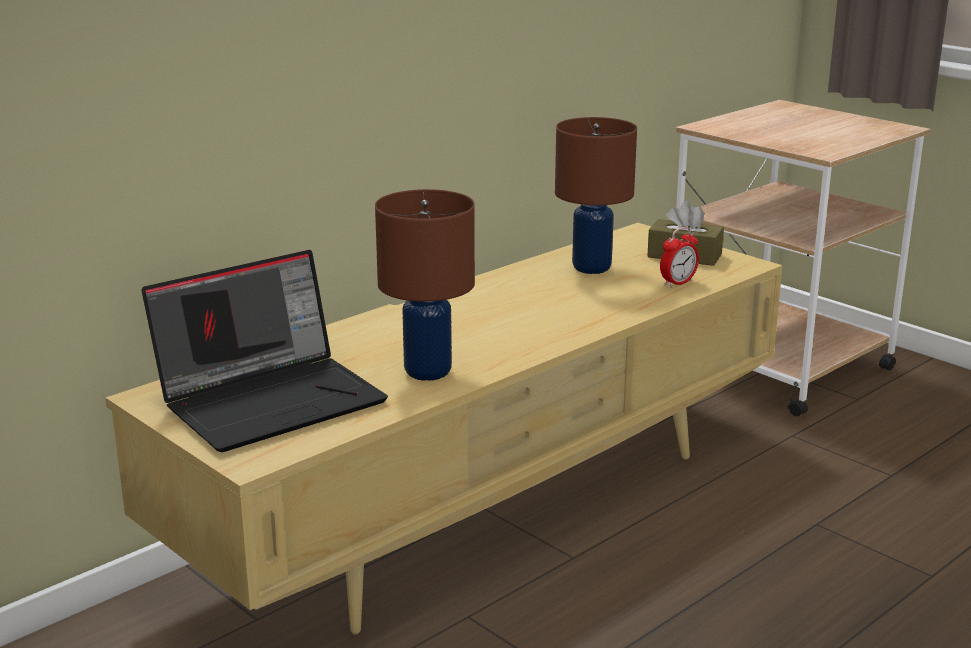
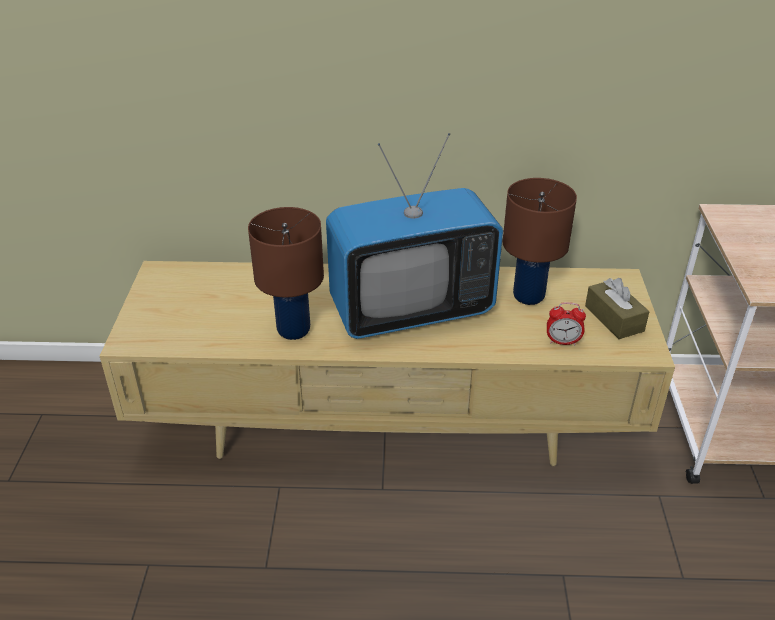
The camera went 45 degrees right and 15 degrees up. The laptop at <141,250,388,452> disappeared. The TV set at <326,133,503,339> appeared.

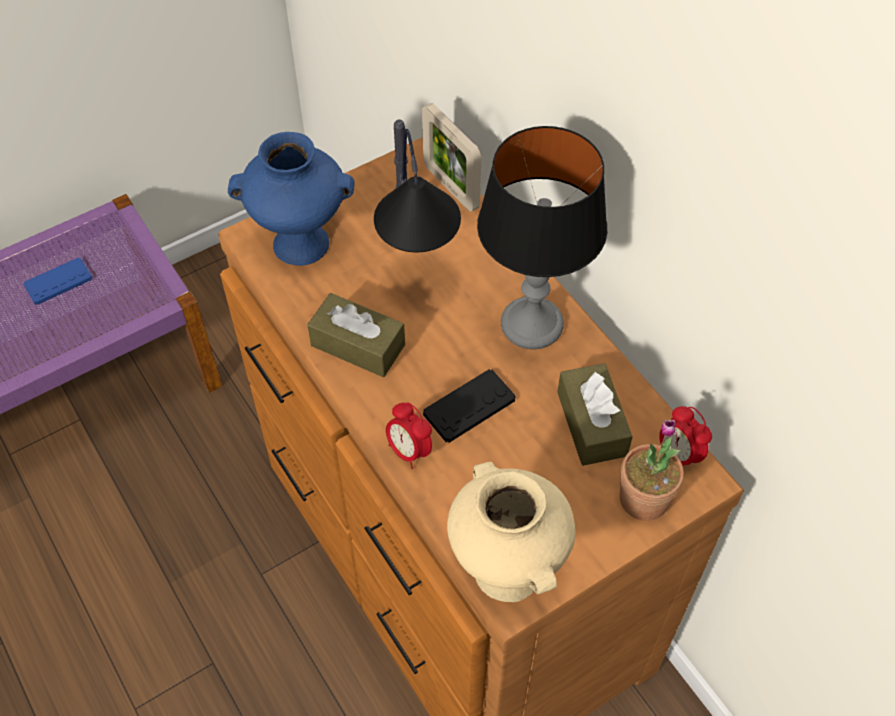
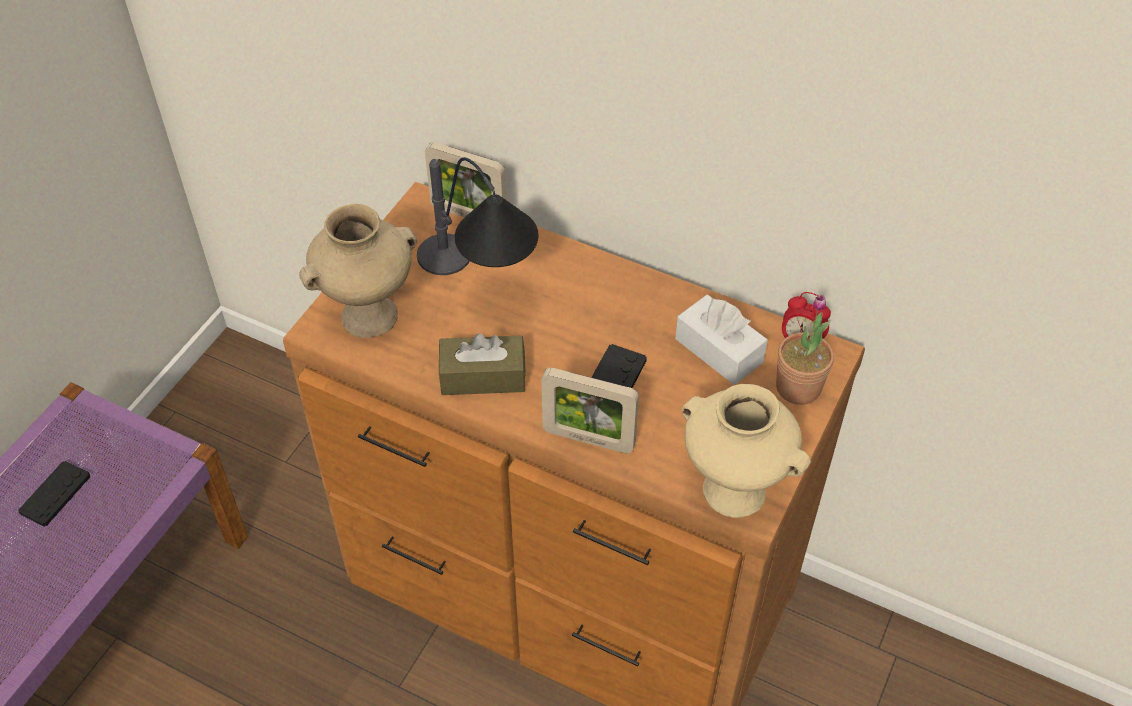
The camera went 30 degrees left and 5 degrees down. The bluish game controller at <23,257,92,305> became the black-coloured game controller at <19,461,90,526>. The bluish vase at <228,132,354,266> became the beige vase at <299,204,417,338>. The bedside clock at <386,403,432,469> was replaced by the standing frame at <541,368,639,453>. The tabletop lamp at <477,126,607,349> disappeared. The brownish box of tissues at <557,363,633,466> became the white box of tissues at <675,295,768,385>.

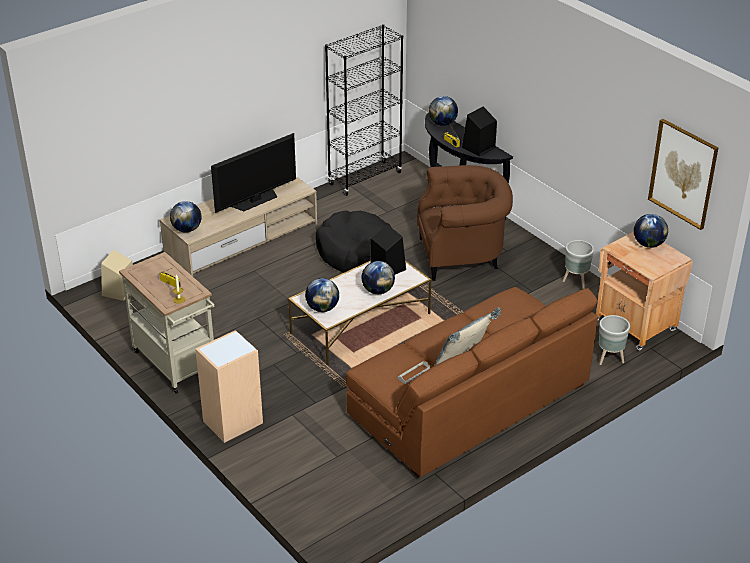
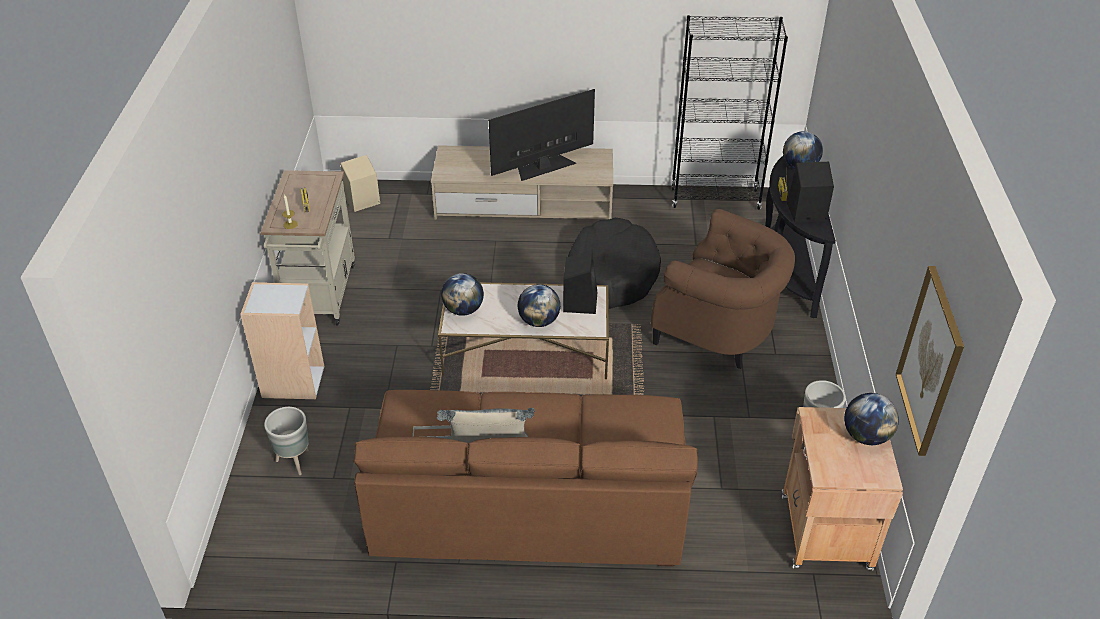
The camera went 40 degrees right and 5 degrees up. The desk globe at <170,201,202,233> disappeared. The TV set at <211,133,296,213> turned 150 degrees clockwise. The grey planter moved from <599,315,630,365> to <264,407,309,475>.

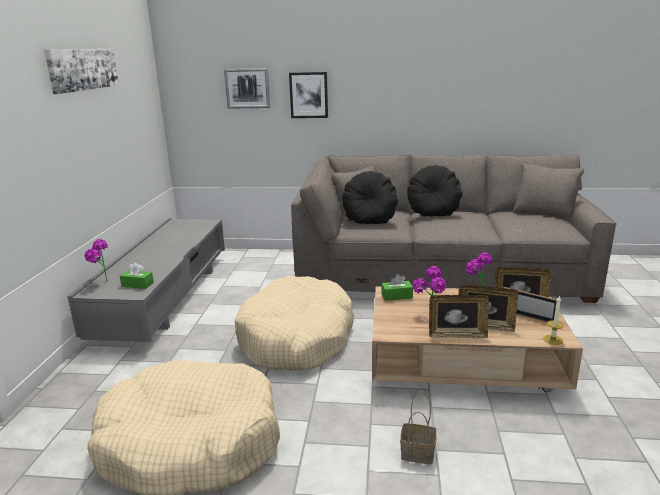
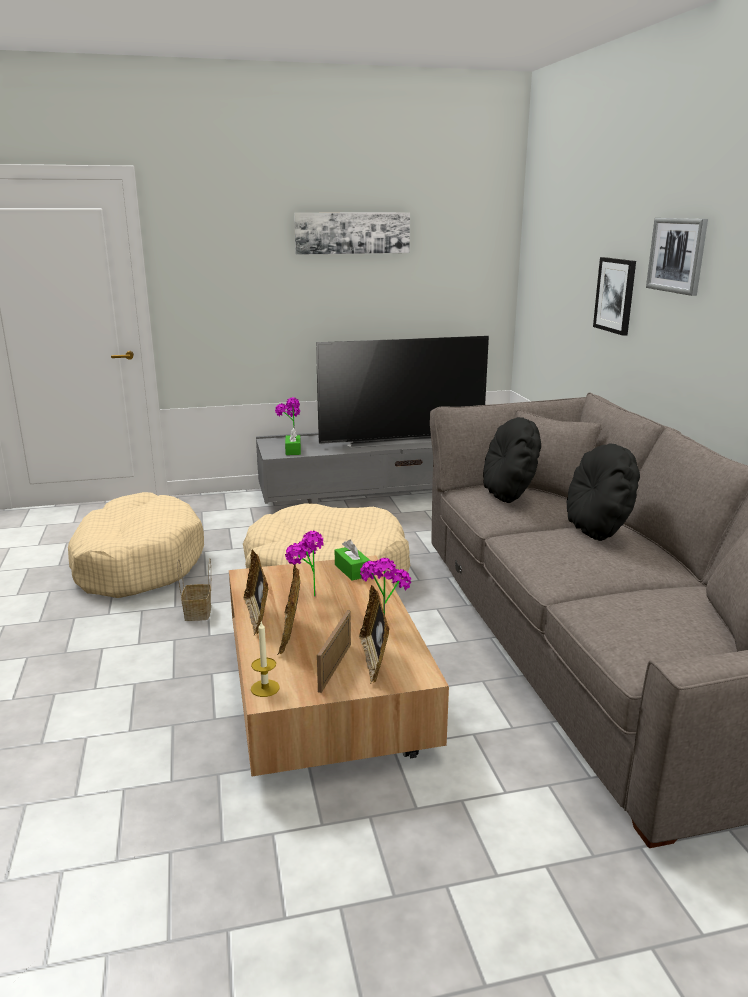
The camera went 70 degrees right and 0 degrees up. The wall art moved from <224,68,270,109> to <646,218,708,296>. The household basket moved from <400,392,437,464> to <177,558,211,621>. The TV set at <316,336,489,448> appeared.

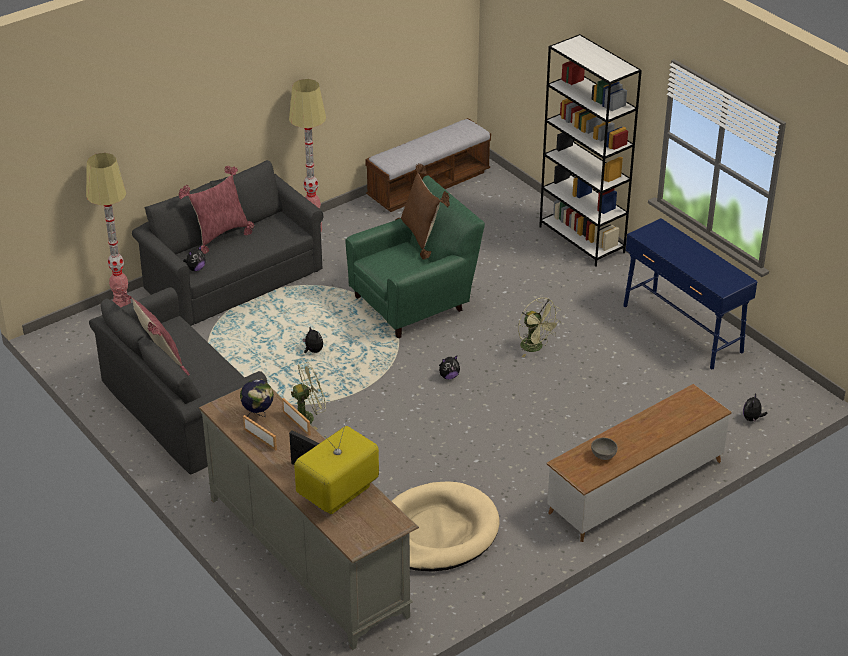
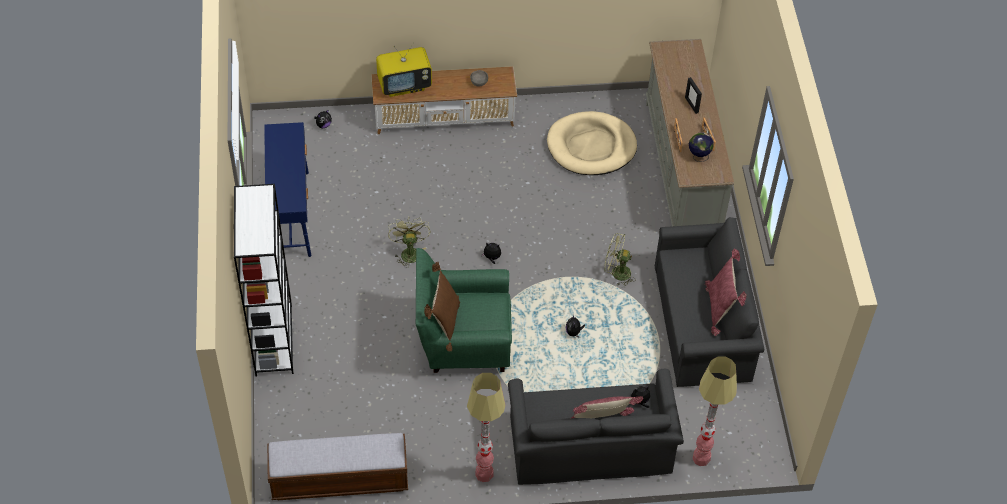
The camera went 150 degrees left and 15 degrees up. The TV set moved from <294,420,379,514> to <376,43,432,97>.

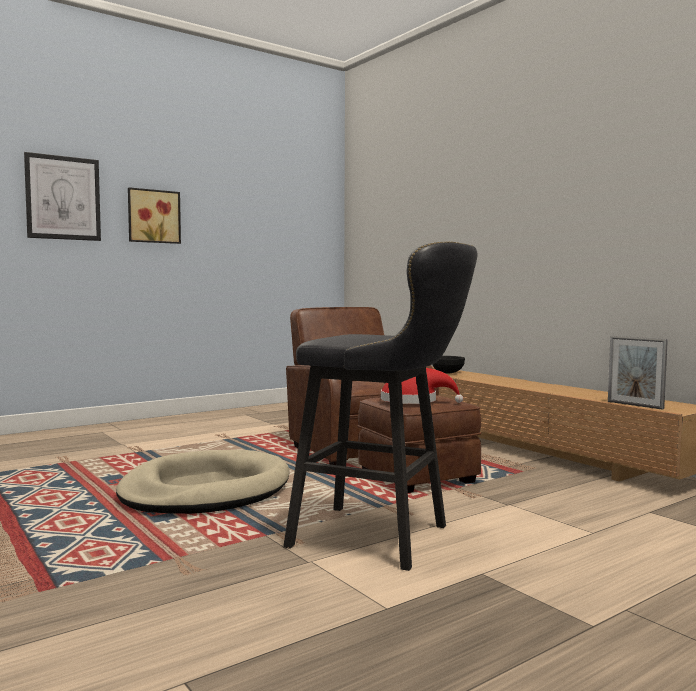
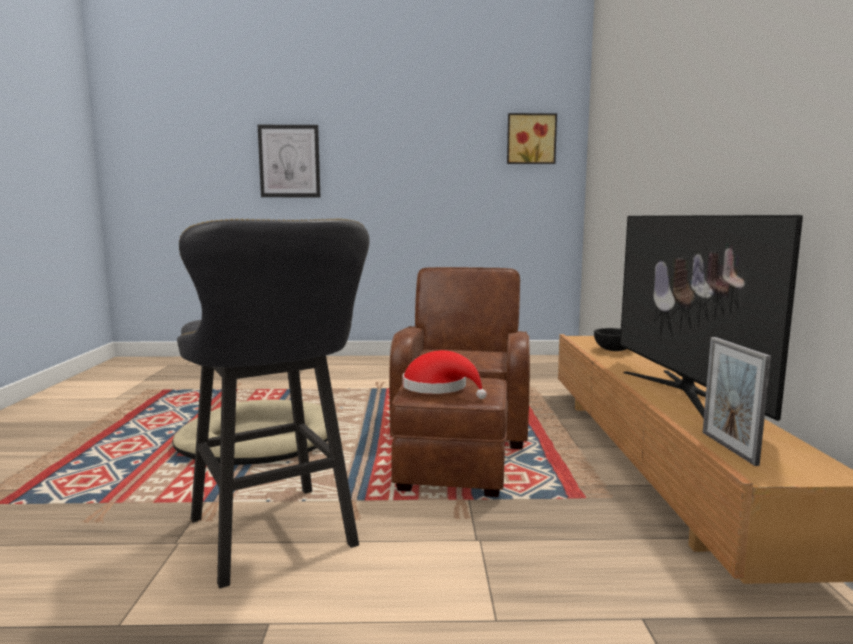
The camera went 35 degrees right and 5 degrees up. The wall art moved from <128,187,181,244> to <507,113,557,164>. The TV set at <620,215,803,421> appeared.

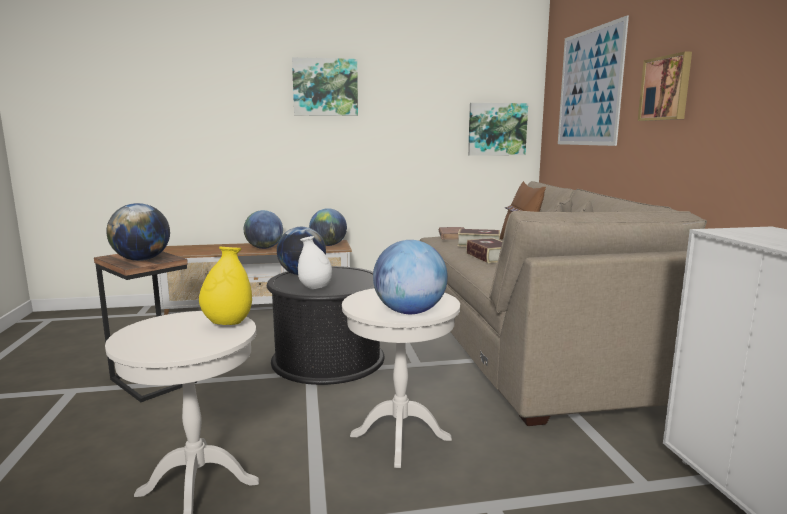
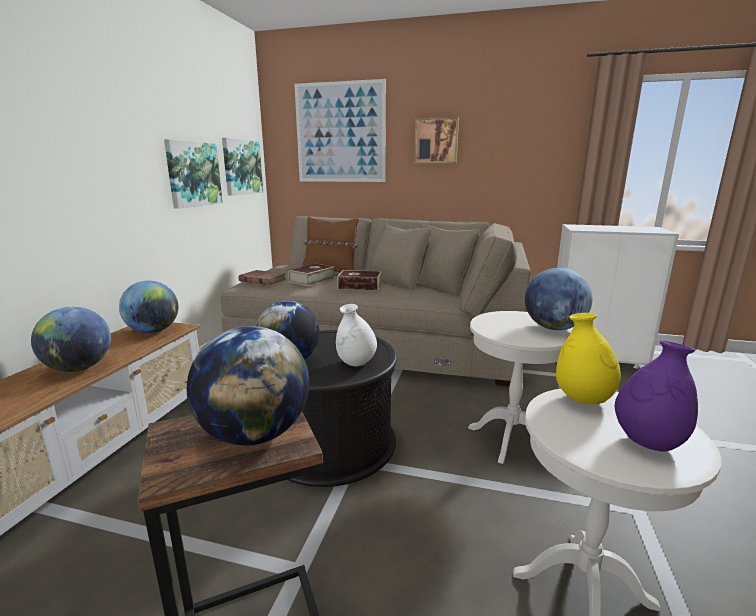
The camera went 65 degrees left and 5 degrees up. The wall art moved from <292,57,358,116> to <164,139,223,209>. The purple-coloured vase at <615,340,698,452> appeared.

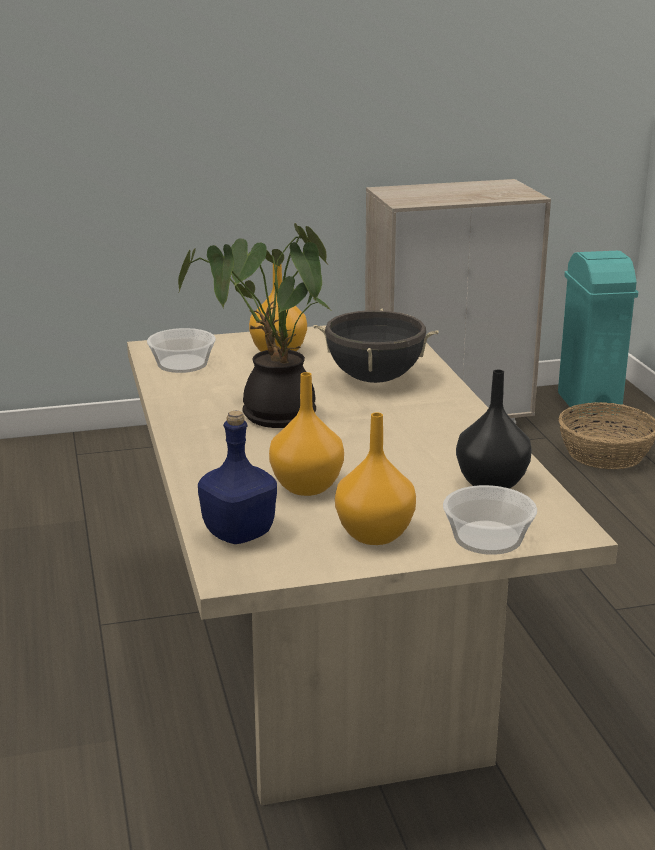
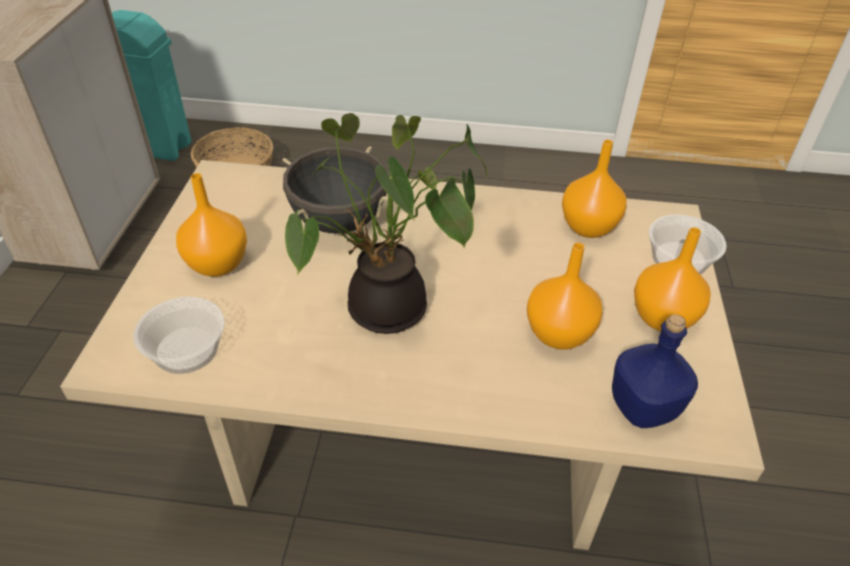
The camera went 70 degrees left and 20 degrees up. The black-coloured vase at <456,370,532,489> became the orange-coloured vase at <562,139,627,238>.

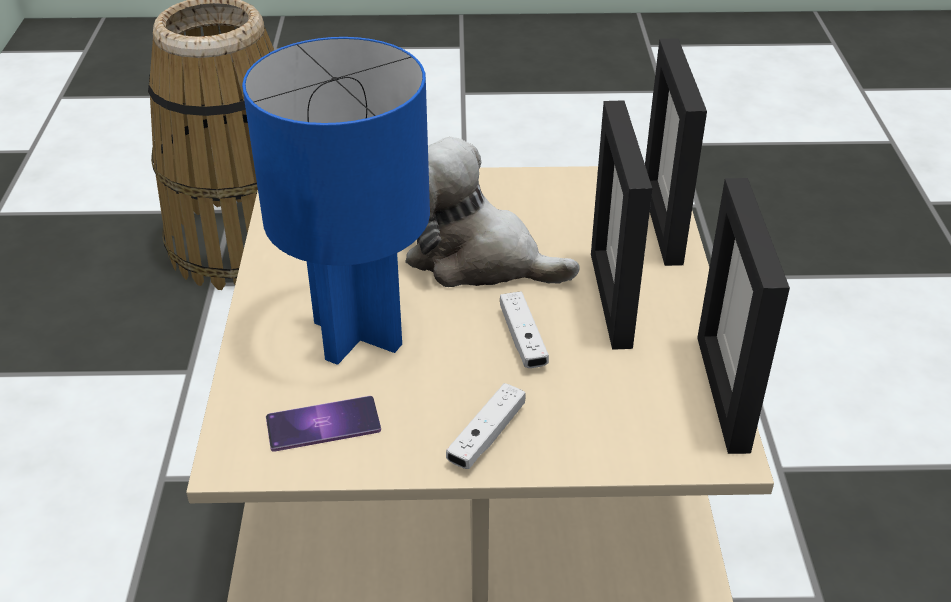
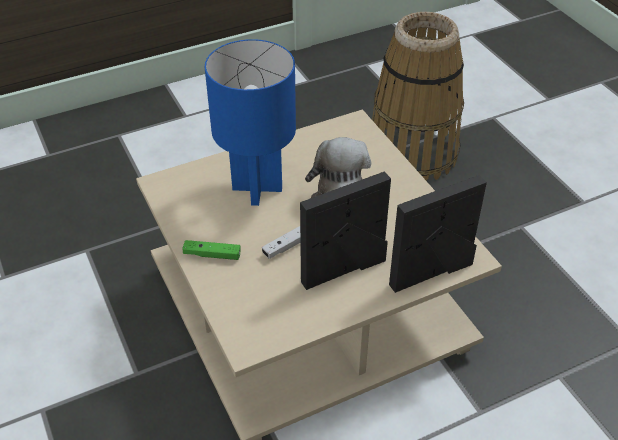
The camera went 65 degrees right and 5 degrees up. The phone at <266,396,381,452> disappeared. The white game controller at <446,383,526,469> became the greenish game controller at <182,240,240,260>. The standing frame at <697,178,790,454> disappeared.

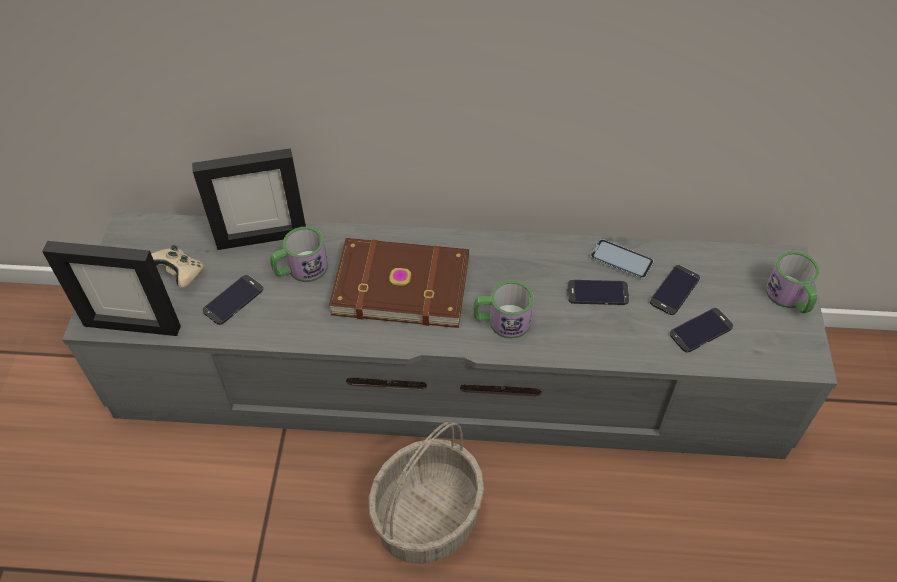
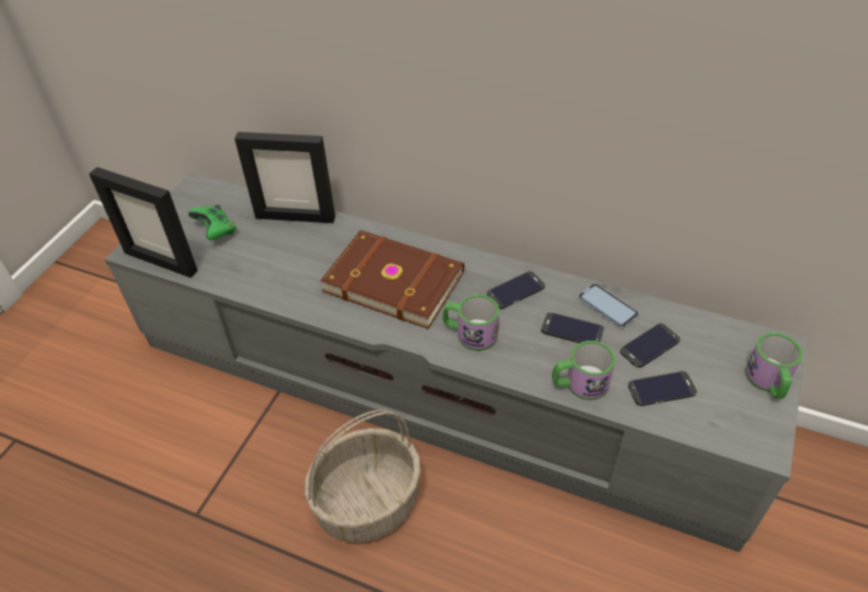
The camera went 20 degrees right and 5 degrees down. The beige game controller at <151,245,204,288> became the greenish game controller at <188,205,236,240>. The phone moved from <203,275,263,325> to <487,271,545,309>. The coffee mug moved from <270,227,328,282> to <552,341,615,400>.

